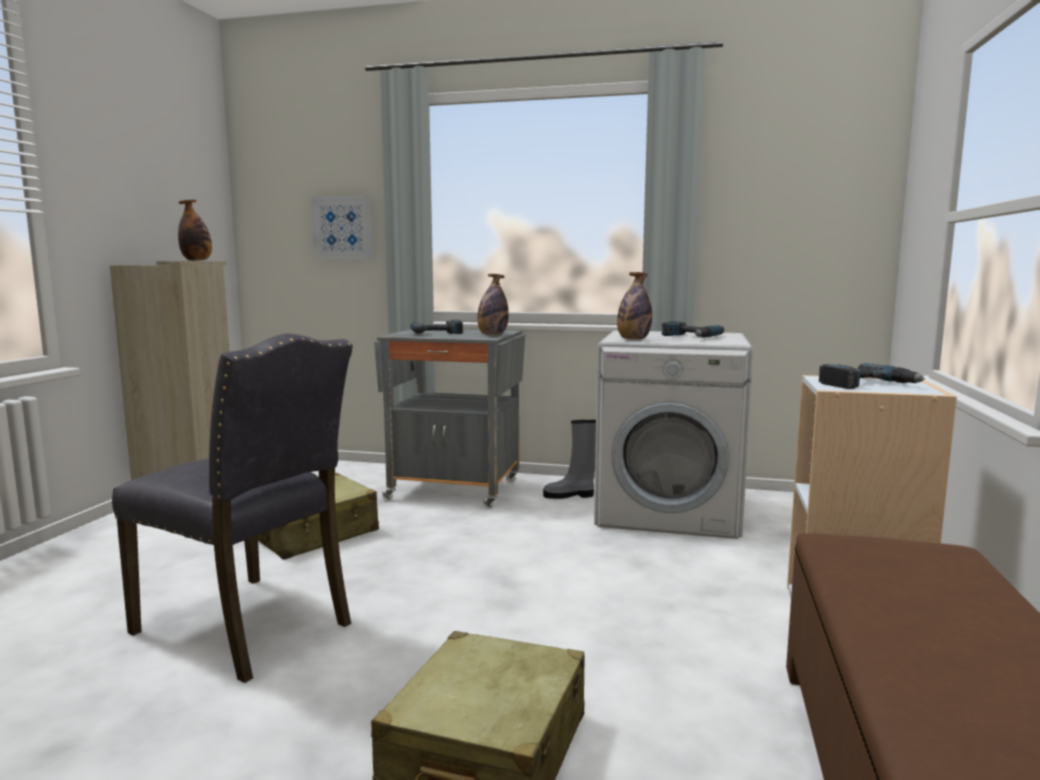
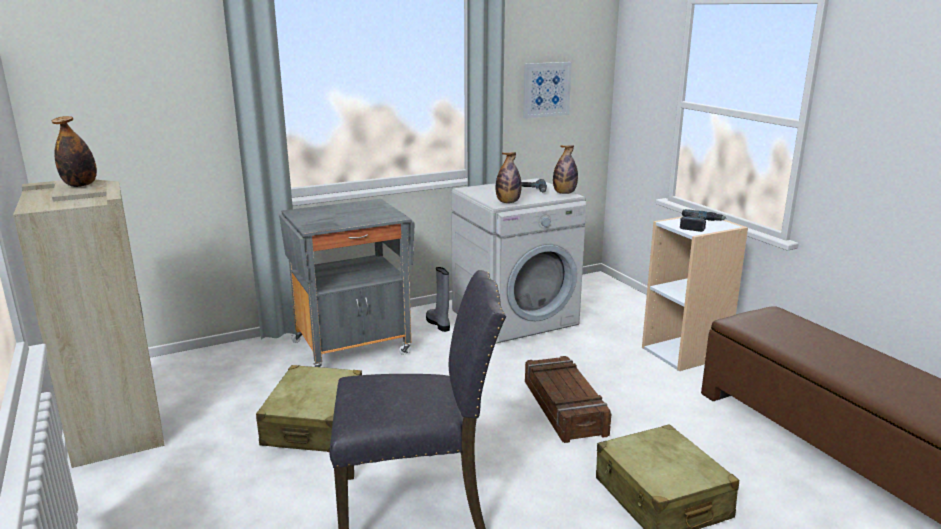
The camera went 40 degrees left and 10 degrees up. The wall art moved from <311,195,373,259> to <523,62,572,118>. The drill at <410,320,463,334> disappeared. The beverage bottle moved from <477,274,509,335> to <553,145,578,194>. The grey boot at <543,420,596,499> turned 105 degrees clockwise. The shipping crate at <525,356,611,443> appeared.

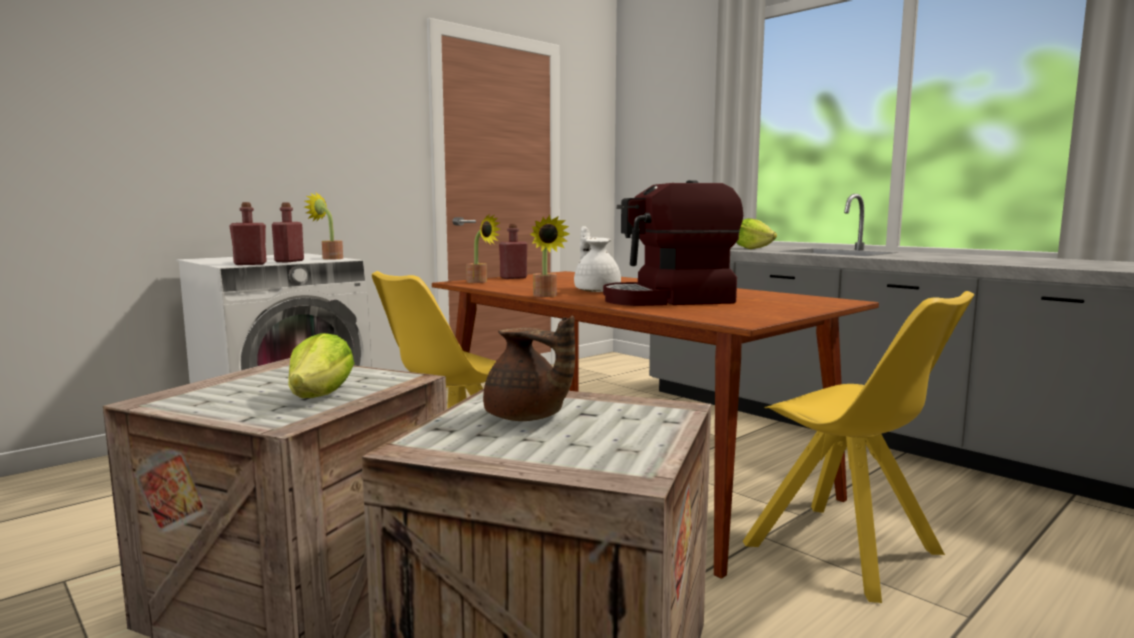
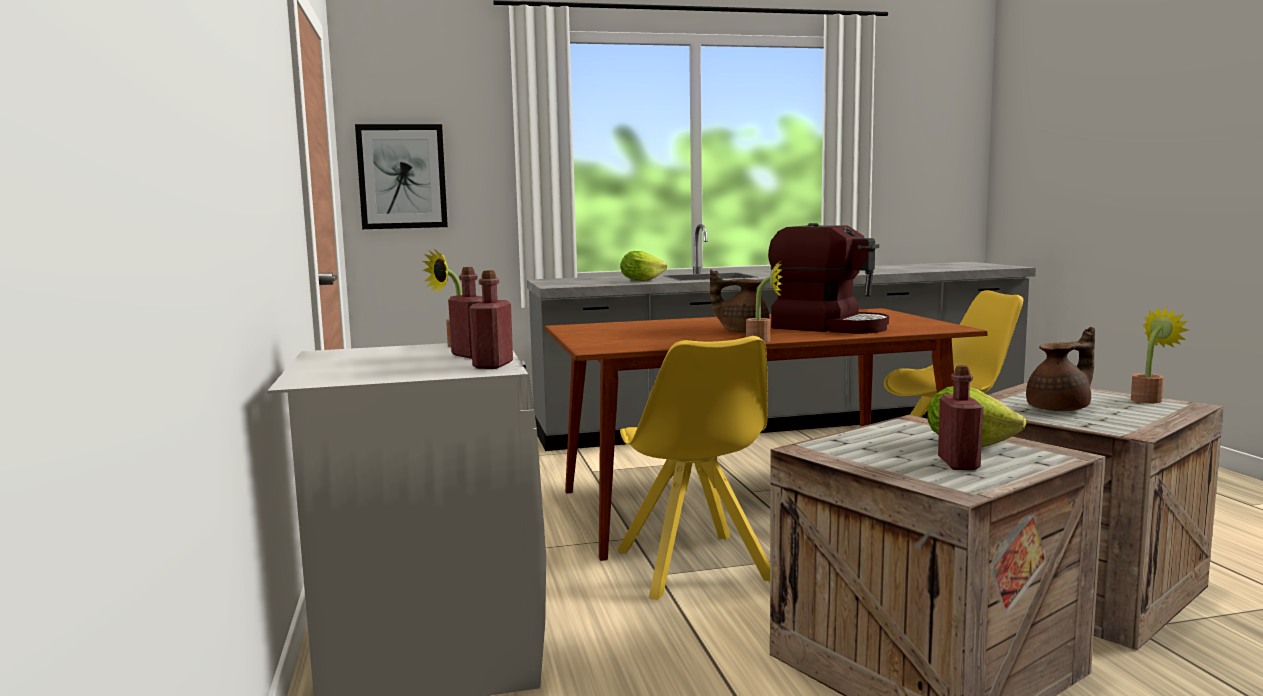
The camera went 60 degrees left and 0 degrees up. The houseplant moved from <466,214,500,283> to <1131,307,1188,403>. The reddish beverage bottle moved from <499,224,528,279> to <938,365,983,470>. The white tea pot at <574,226,621,292> became the brownish tea pot at <710,269,770,333>. The coffee machine at <603,180,743,306> turned 75 degrees counterclockwise. The wall art at <355,124,448,229> appeared.

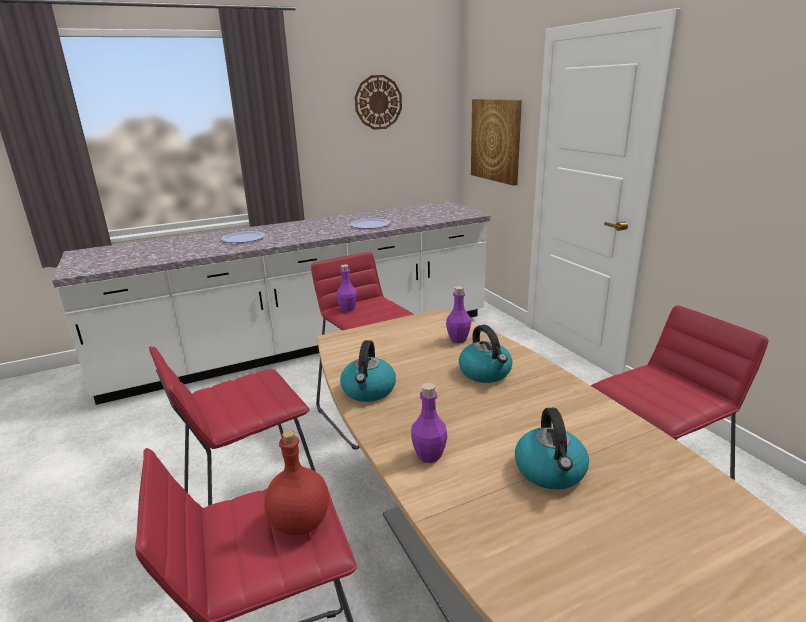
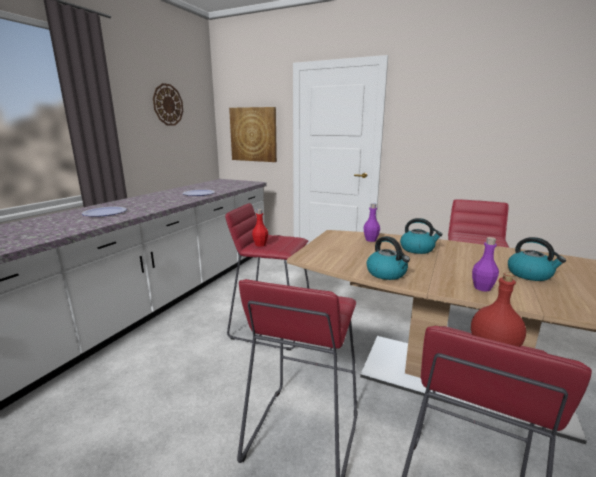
The camera went 40 degrees left and 5 degrees down. The purple-coloured beverage bottle at <336,264,357,312> became the reddish beverage bottle at <252,209,268,247>.

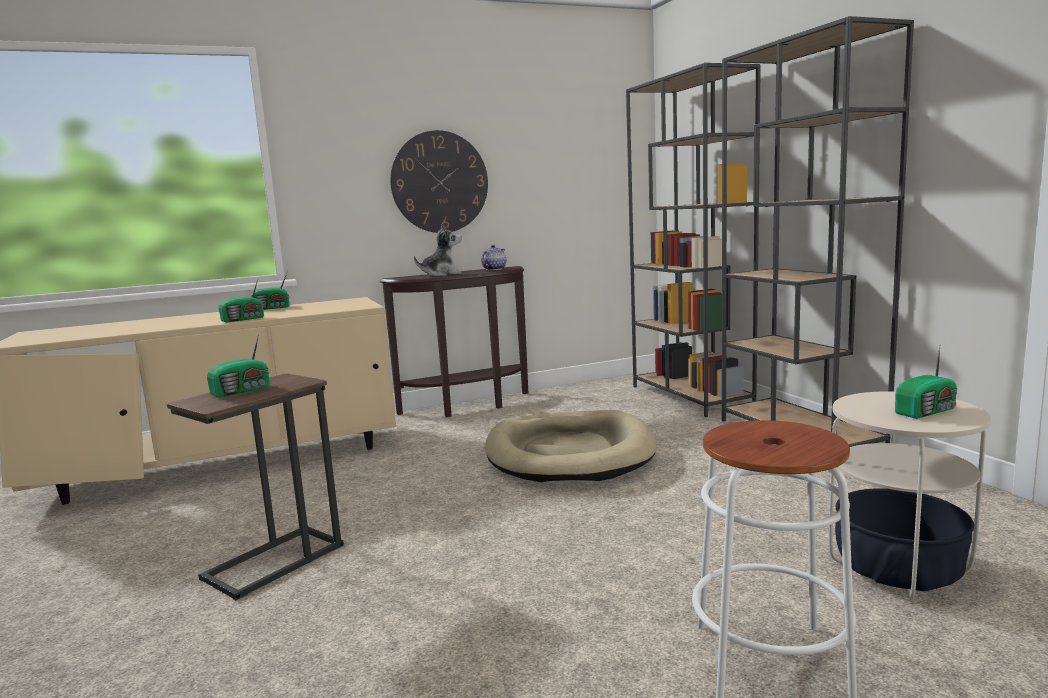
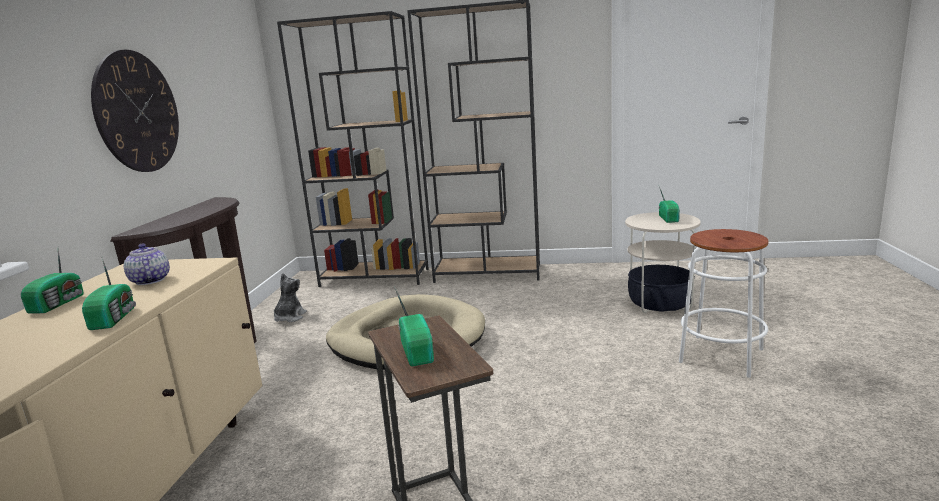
The camera went 60 degrees left and 5 degrees up. The cuddly toy moved from <414,223,462,276> to <274,273,307,322>. The tea pot moved from <481,245,506,270> to <124,244,170,285>.

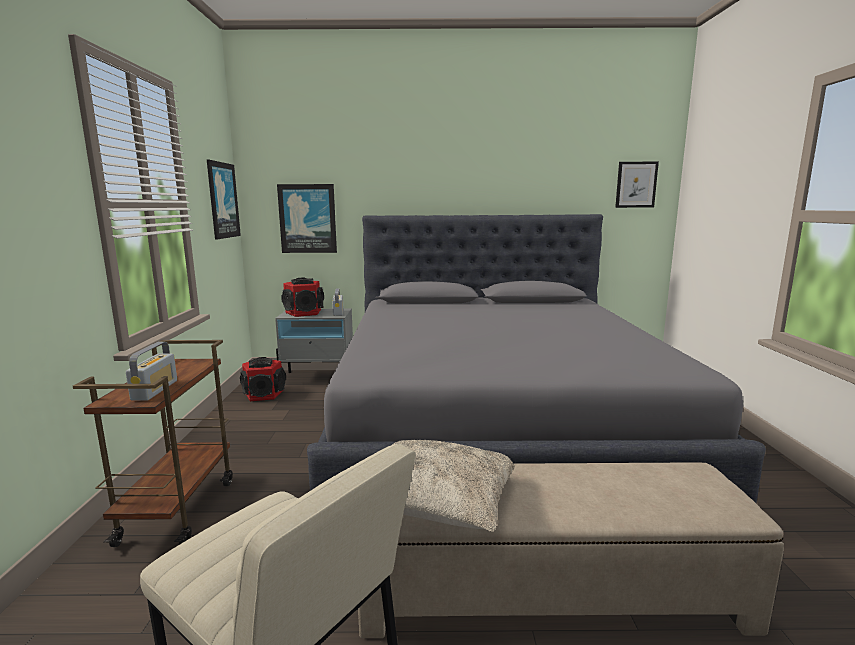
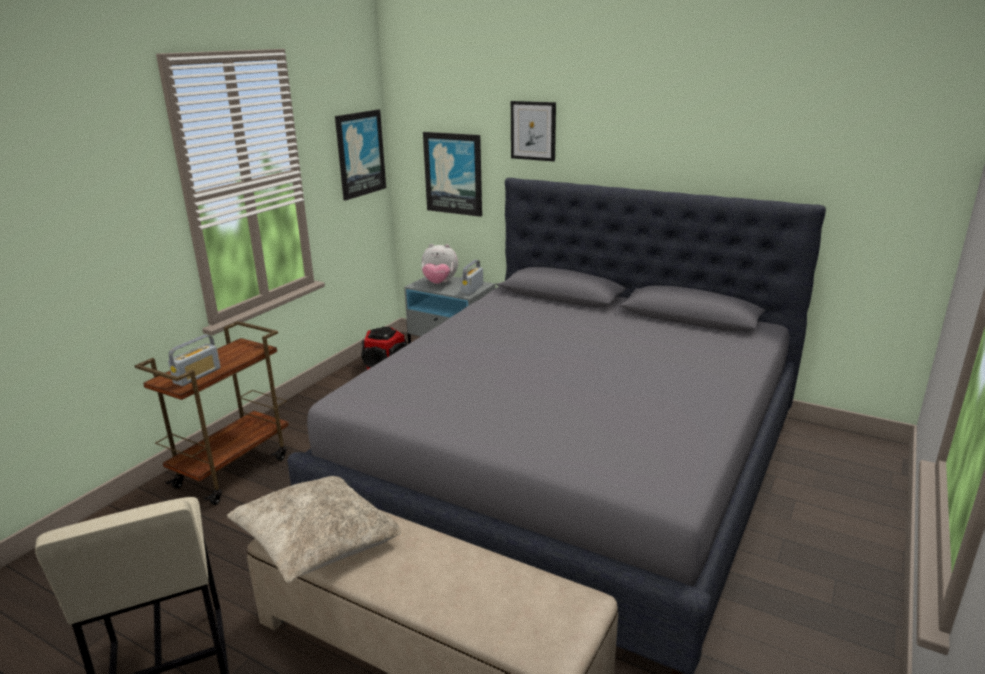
The camera went 30 degrees right and 10 degrees up. The speaker at <281,278,324,317> was replaced by the cuddly toy at <421,244,458,284>. The wall art moved from <615,162,659,208> to <511,101,556,161>.

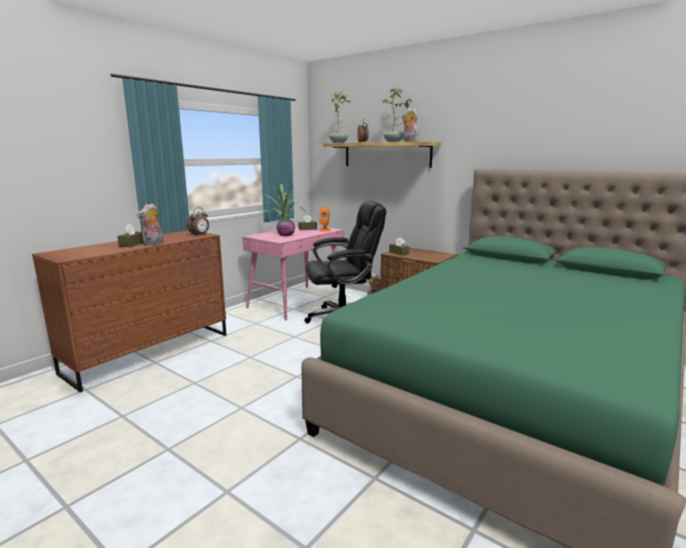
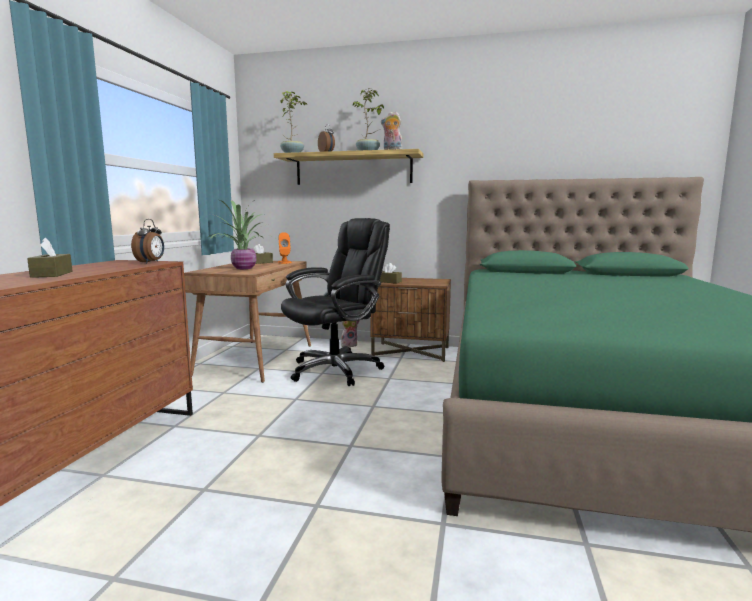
The camera went 25 degrees left and 5 degrees down. The cuddly toy at <137,203,163,246> disappeared. The pink-coloured desk unit at <242,226,344,321> became the brownish desk unit at <184,261,311,383>.

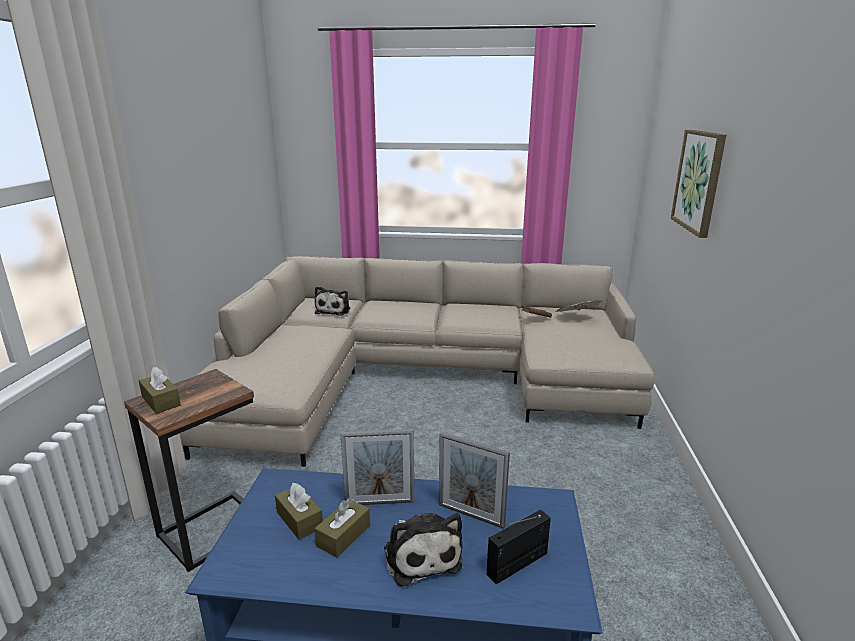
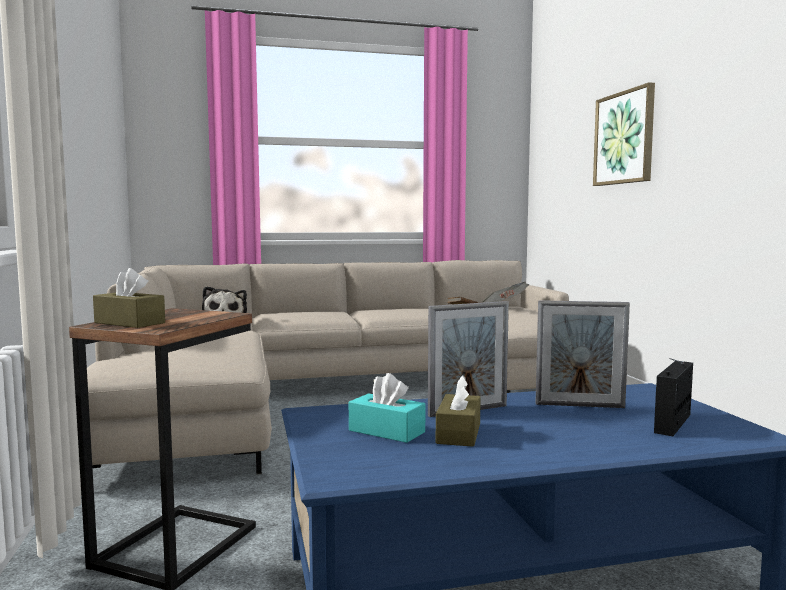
The camera went 20 degrees left and 15 degrees down. The brownish box of tissues at <275,483,323,540> became the turquoise-coloured box of tissues at <349,373,425,443>. The cuddly toy at <384,513,463,587> disappeared.

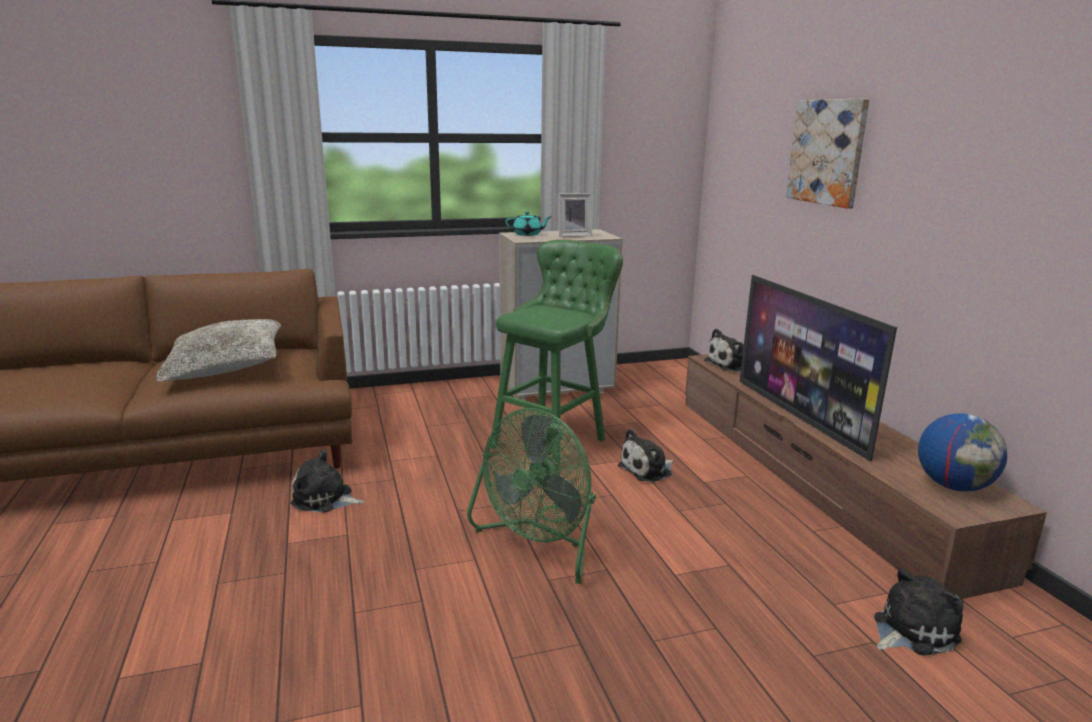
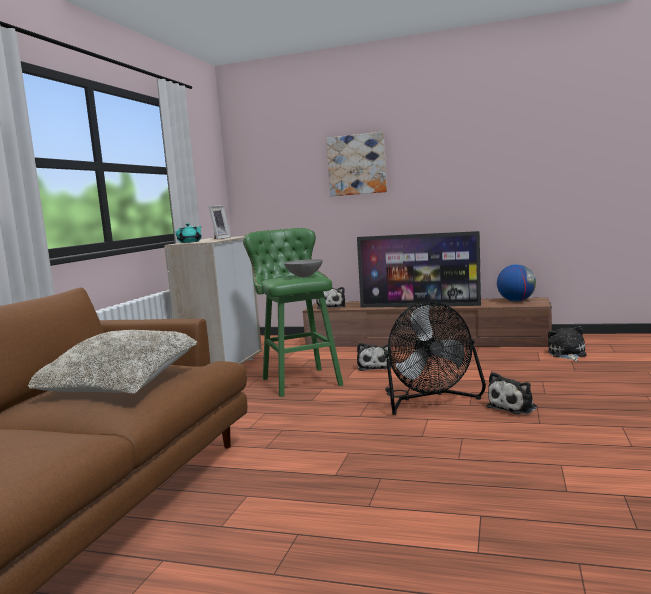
The camera went 55 degrees left and 10 degrees down. The cuddly toy moved from <290,450,364,513> to <486,372,537,414>. The greenish electric fan at <467,408,596,584> became the black-coloured electric fan at <384,301,486,415>. The grey bowl at <284,259,323,277> appeared.

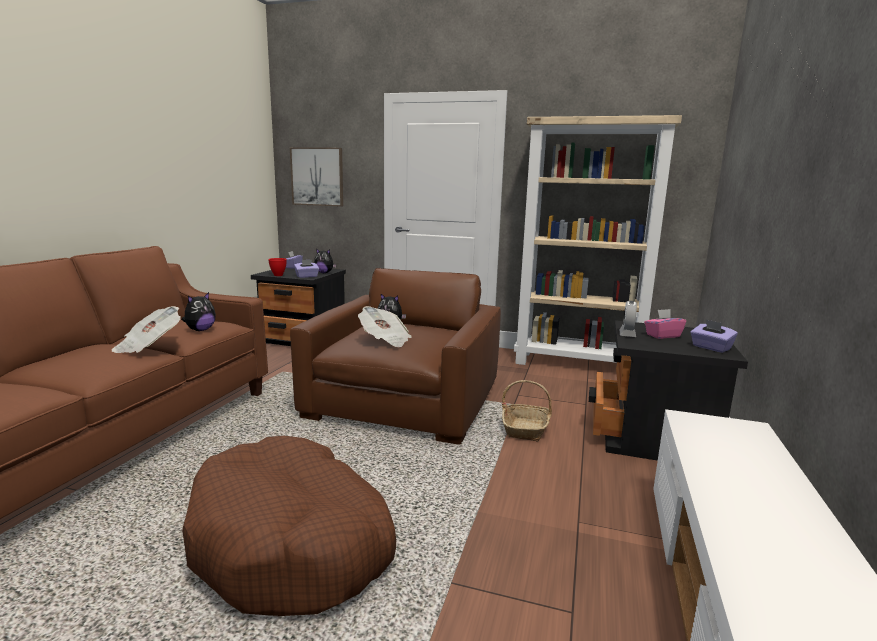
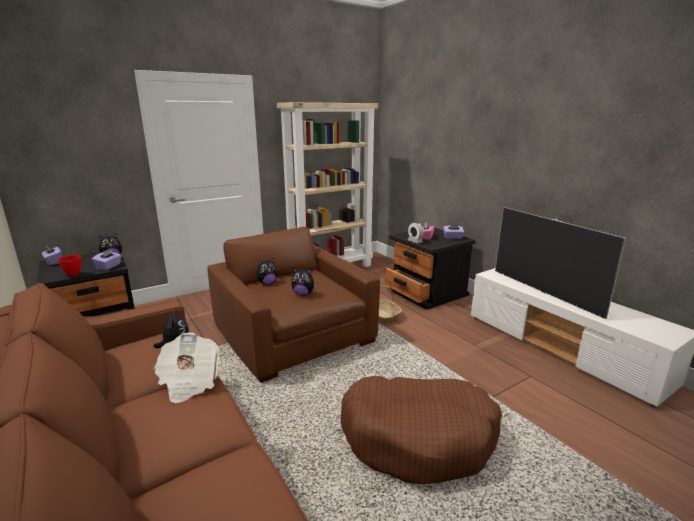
The camera went 50 degrees left and 5 degrees up. The wall art at <290,147,343,207> disappeared. The daily paper at <358,306,412,347> was replaced by the cuddly toy at <292,268,317,296>. The TV set at <495,207,626,319> appeared.

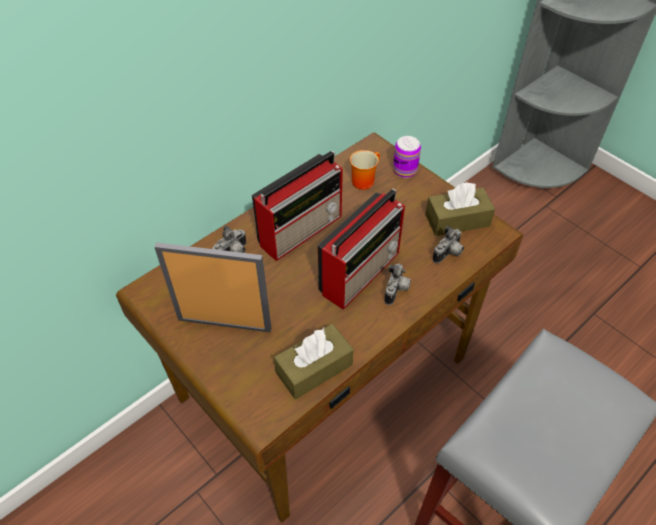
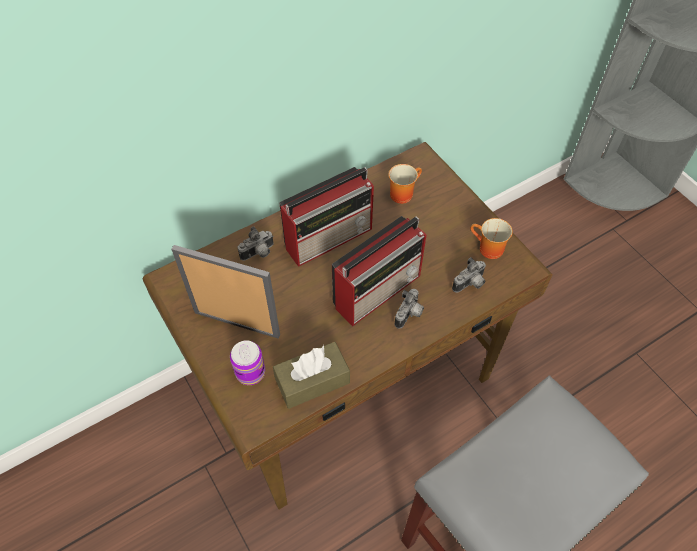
The camera went 10 degrees right and 5 degrees up. The can moved from <393,136,421,178> to <230,340,265,385>. The brownish box of tissues at <425,182,495,236> was replaced by the coffee mug at <470,218,513,259>.

